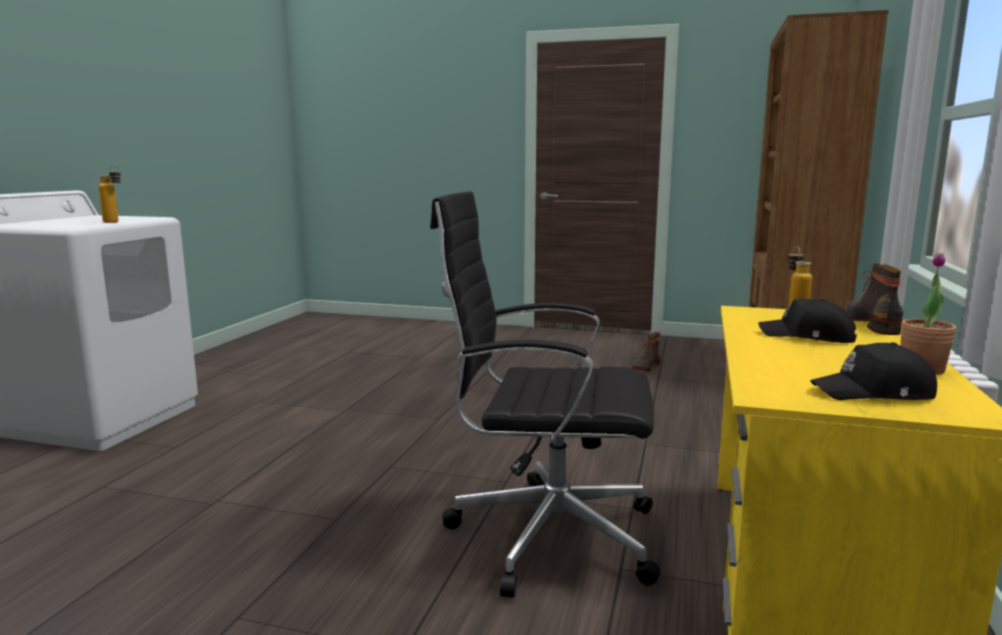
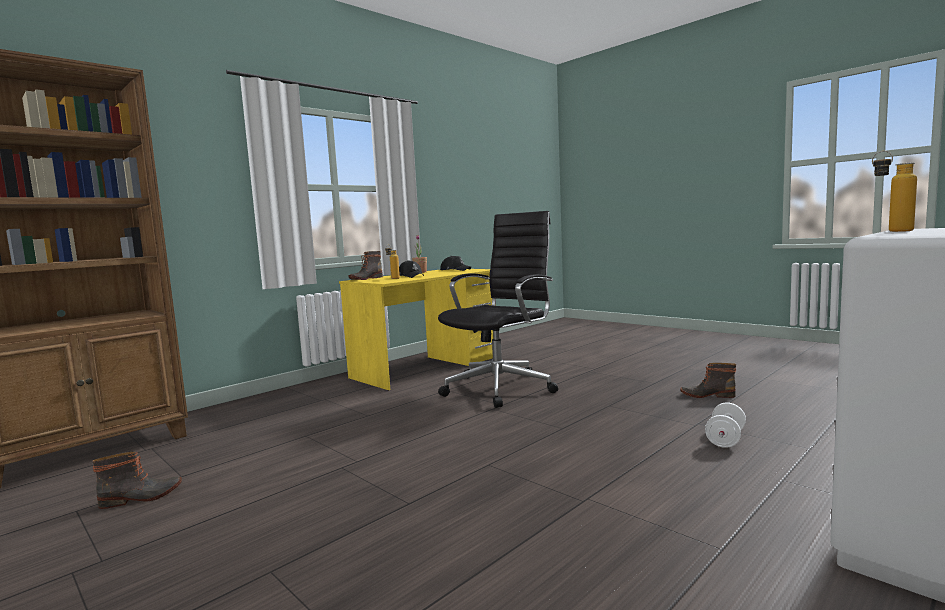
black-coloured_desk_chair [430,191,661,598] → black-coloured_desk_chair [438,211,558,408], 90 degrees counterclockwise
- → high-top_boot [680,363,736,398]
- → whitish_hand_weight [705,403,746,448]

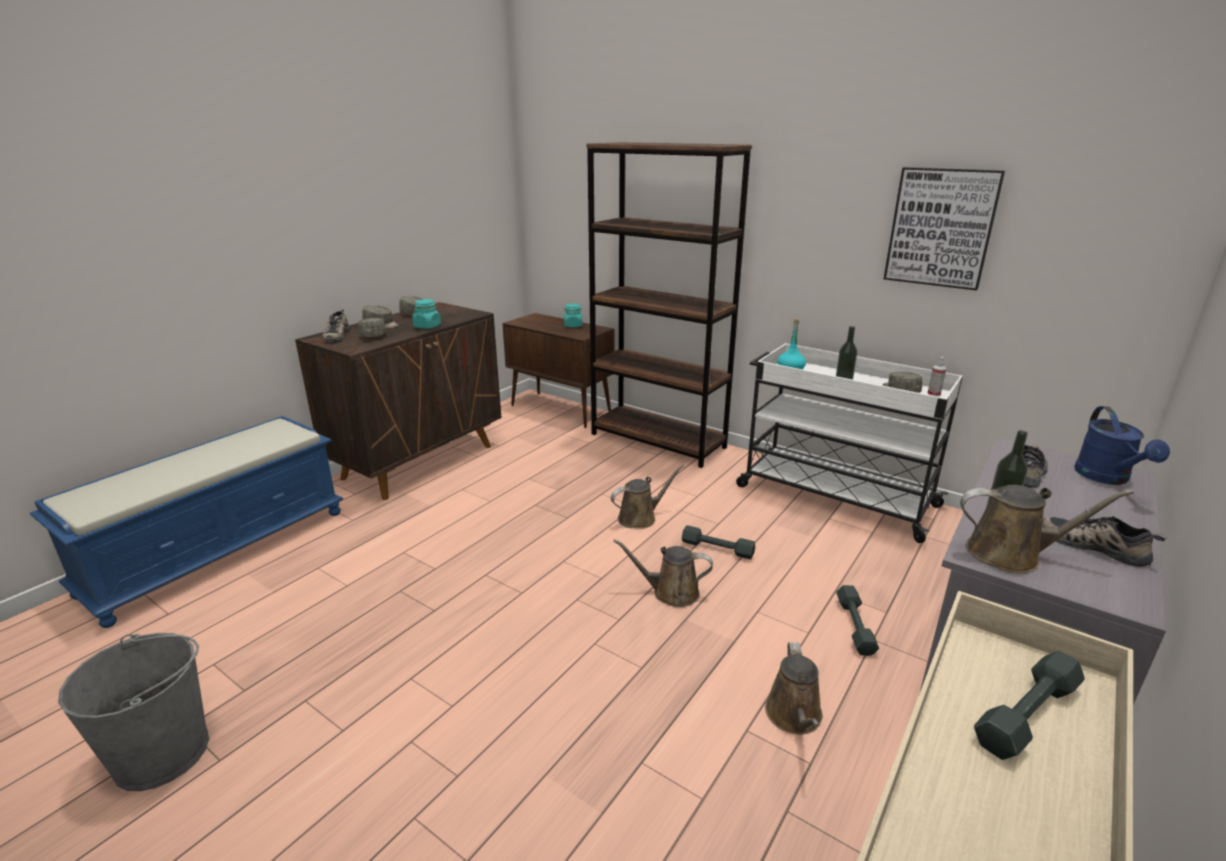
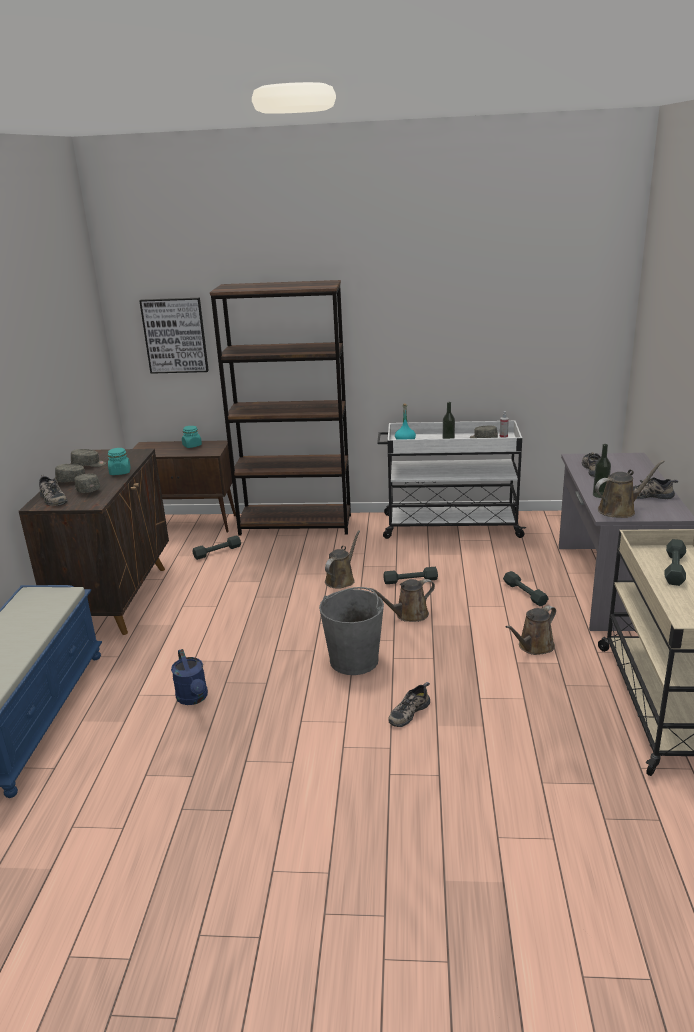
wall_picture [884,167,1005,291] → wall_picture [139,298,209,374], shifted
blue_sprinkling_can [1074,406,1170,485] → blue_sprinkling_can [171,649,208,705], shifted
- → gray_hand_weight [192,535,241,560]
gray_pail [58,633,209,791] → gray_pail [319,587,384,675], shifted
- → item_of_footwear [388,682,430,727]
brown_sprinkling_can [765,642,823,734] → brown_sprinkling_can [505,605,556,655], 75 degrees clockwise

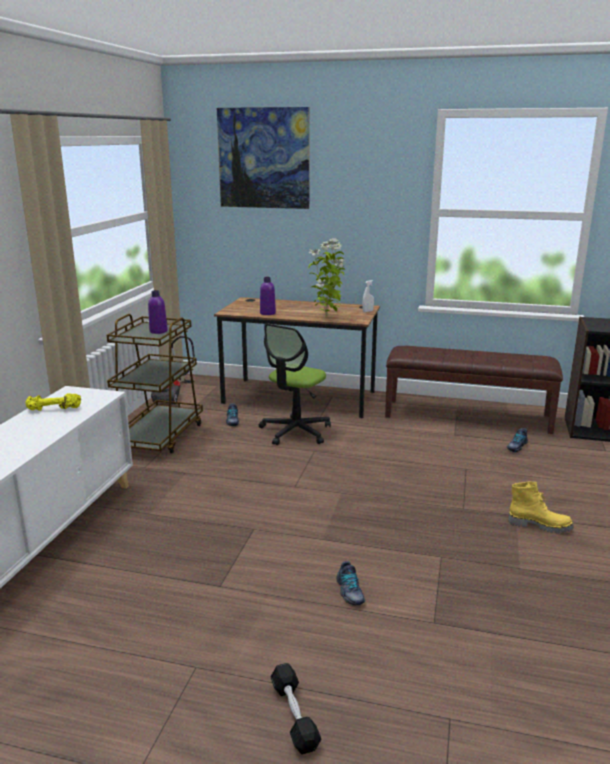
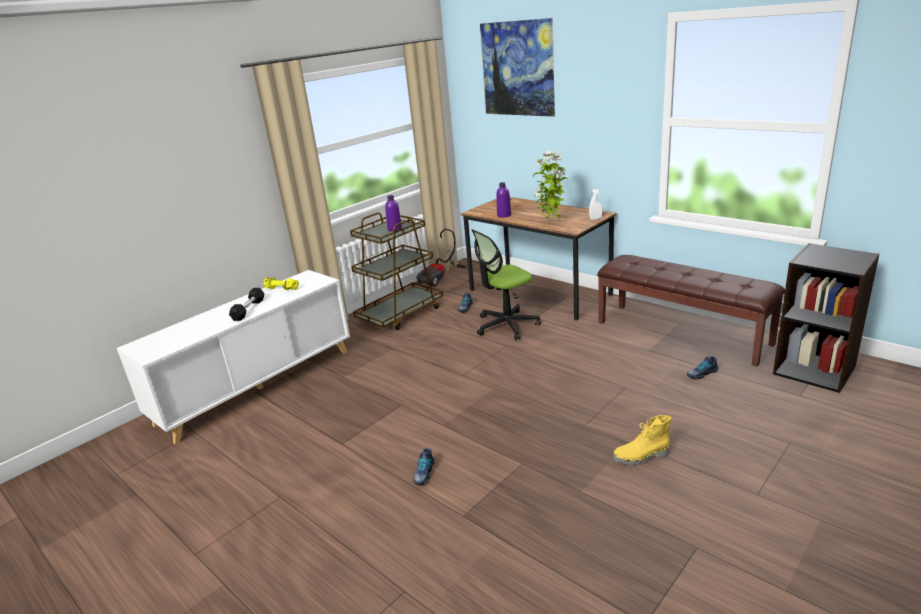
black-coloured_hand_weight [271,663,321,755] → black-coloured_hand_weight [229,288,265,321], shifted
yellowish_high-top_boot [508,482,573,533] → yellowish_high-top_boot [612,415,671,466], 120 degrees clockwise

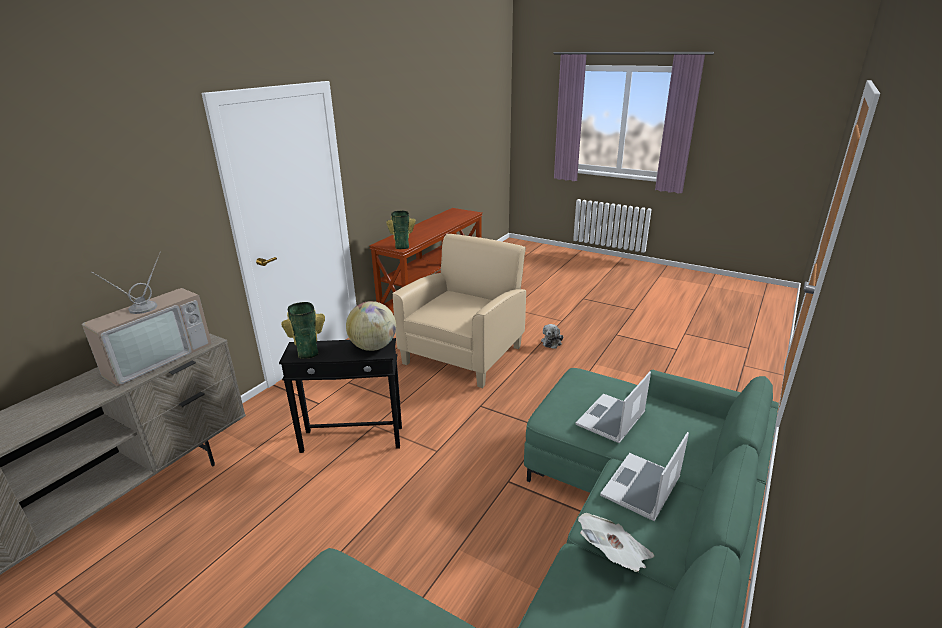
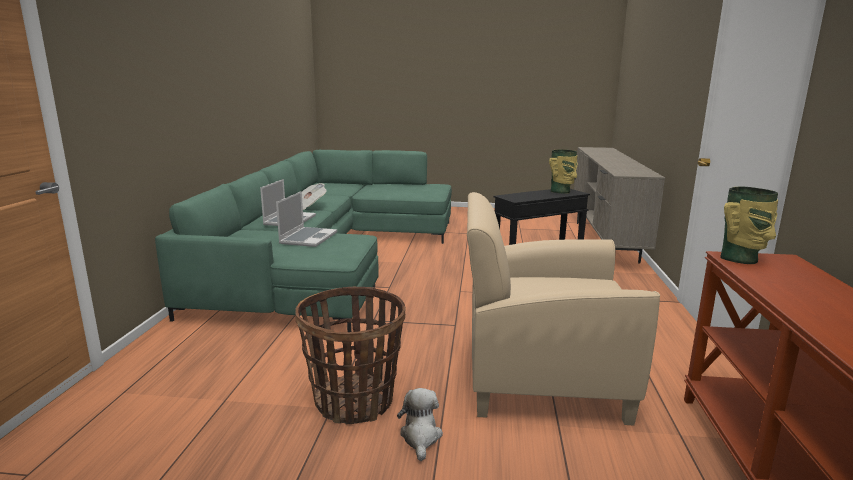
- → basket [295,287,406,424]
sand-coloured_easy_chair [392,234,526,388] → sand-coloured_easy_chair [467,192,660,425], 90 degrees clockwise
TV_set [82,251,212,387] → -
desk_globe [346,301,396,351] → -

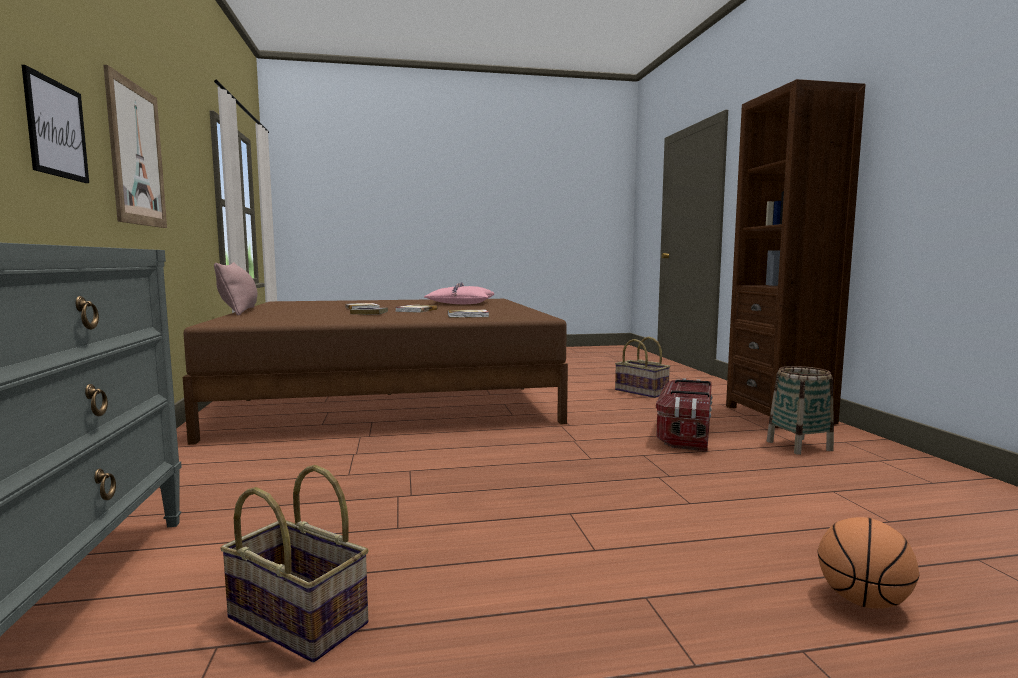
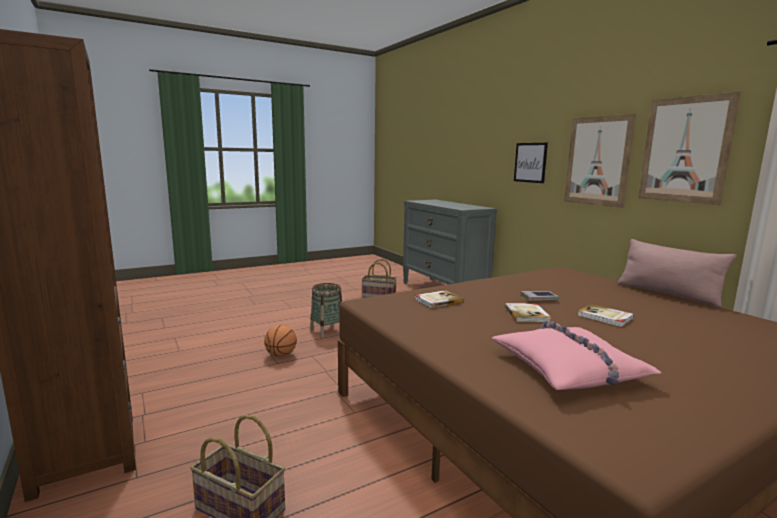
ball_for_basketball [818,517,919,609] → ball_for_basketball [264,325,297,357], shifted
basket [767,366,834,455] → basket [310,283,342,338], shifted
- → wall_picture [638,91,741,205]
storage_container [656,378,713,451] → -

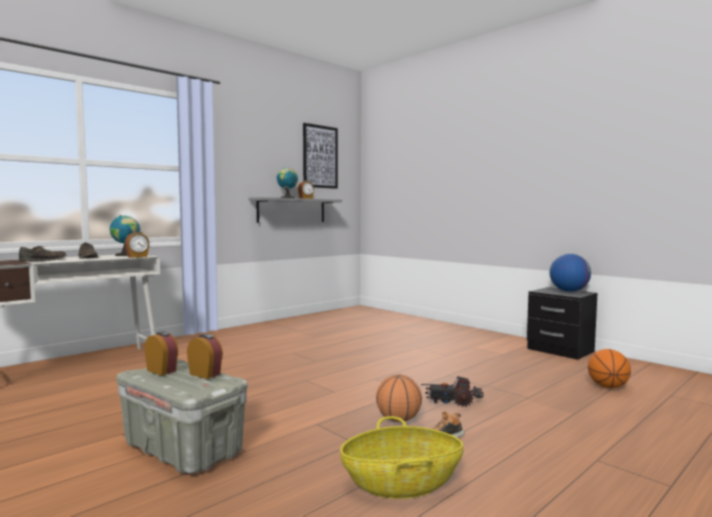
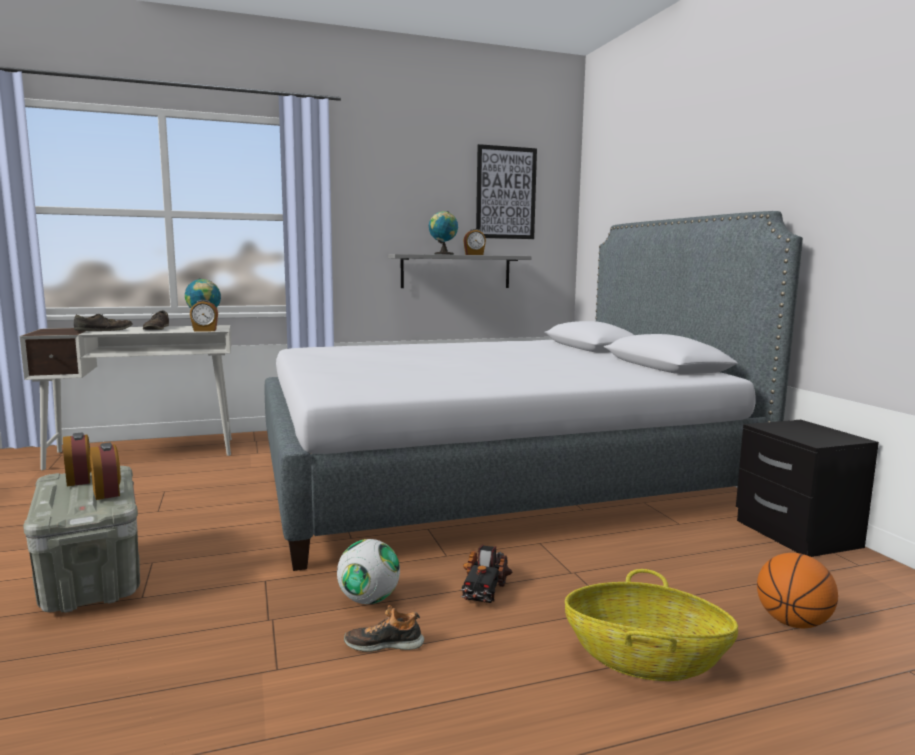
- → gray_bed [264,211,803,571]
ball_for_basketball [376,375,422,422] → football [337,539,400,604]
toy_lorry [421,376,484,407] → toy_lorry [461,545,512,603], 105 degrees counterclockwise
basket [340,416,464,499] → basket [565,569,738,681], shifted
desk_globe [550,254,591,292] → -

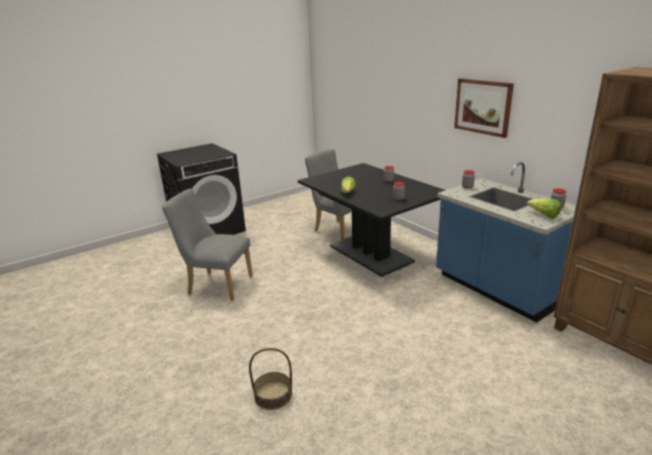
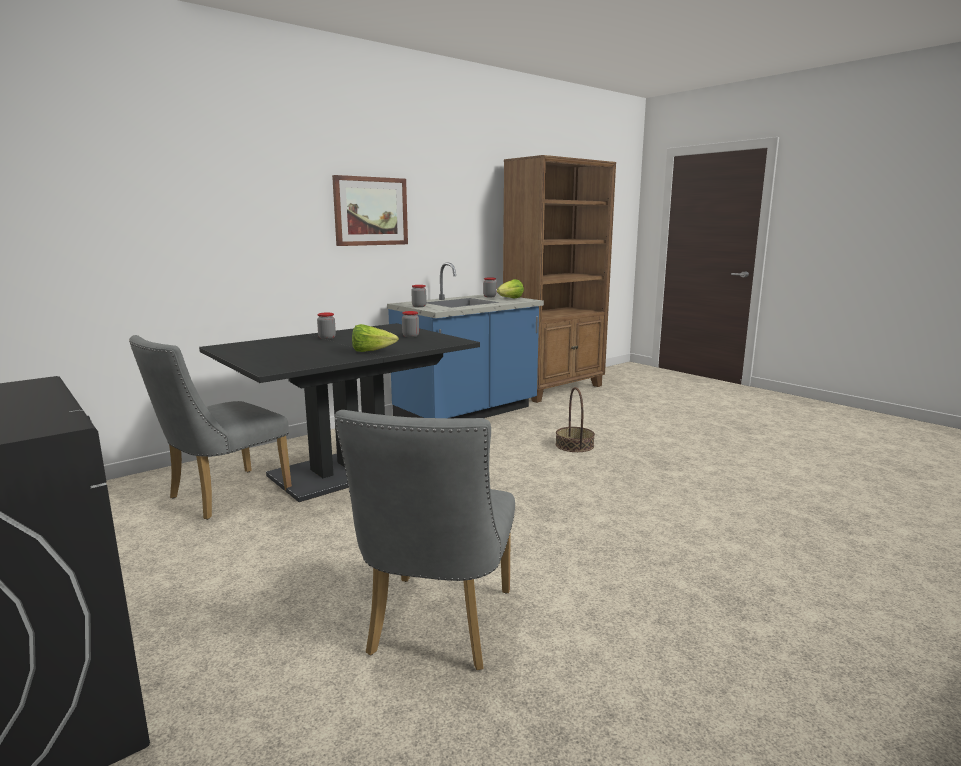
basket [249,348,292,410] → basket [555,387,595,452], shifted

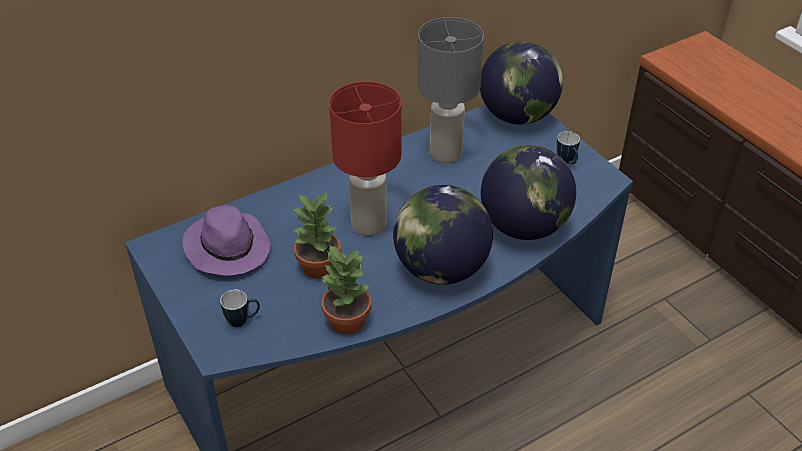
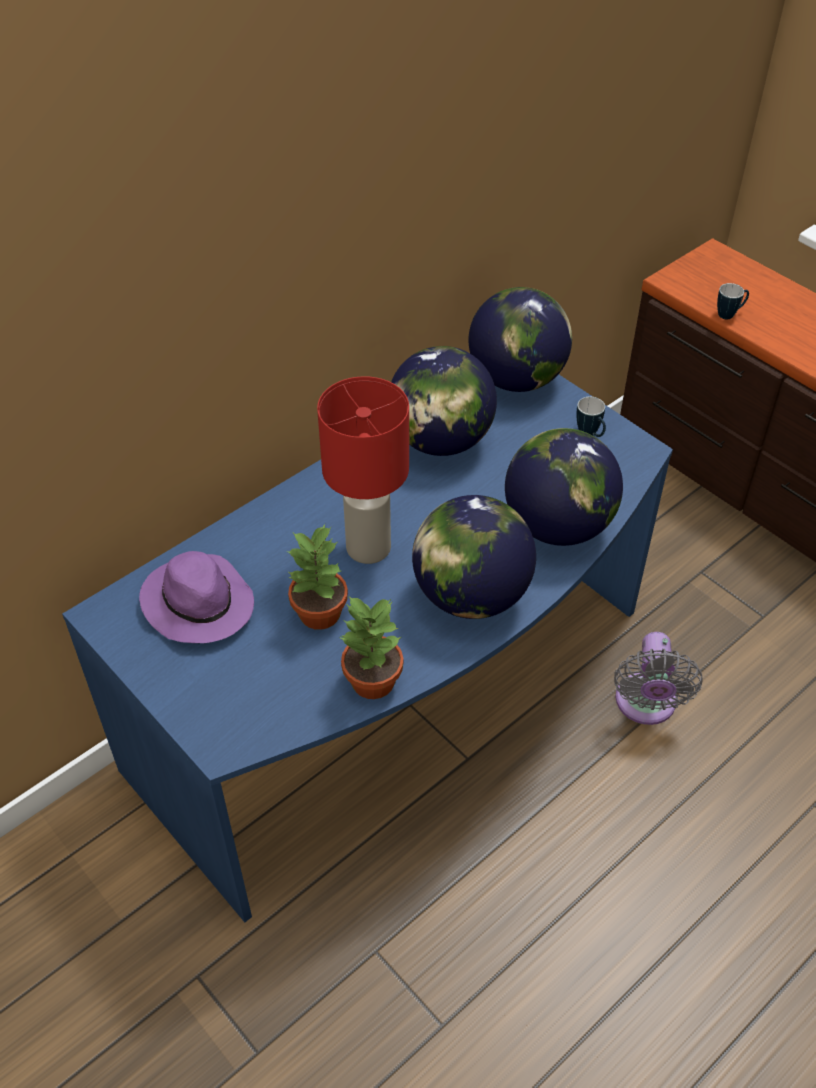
gray_tabletop_lamp [417,17,484,163] → desk_globe [391,346,497,456]
- → gray_fan [614,632,703,725]
mug [220,290,260,327] → mug [717,283,749,319], shifted

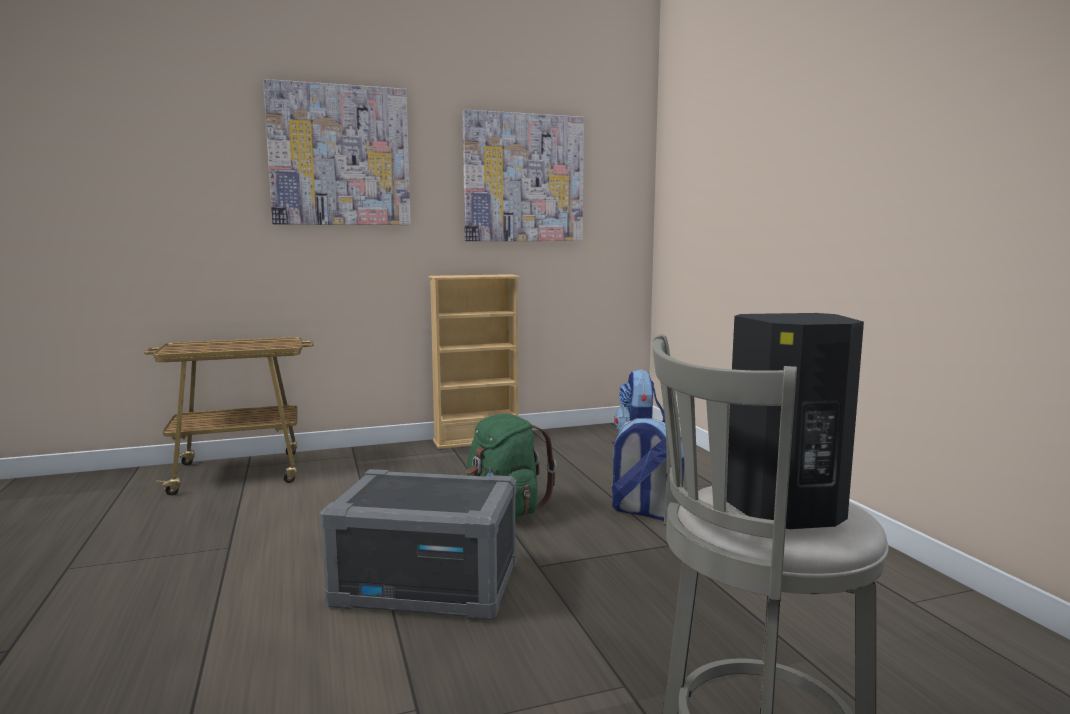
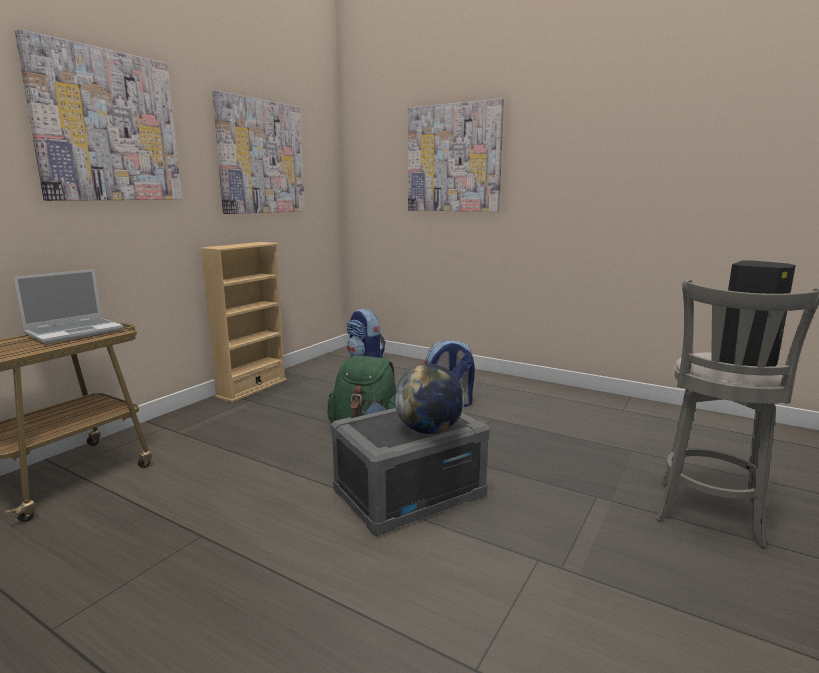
- → laptop [14,269,123,344]
- → desk_globe [394,364,464,434]
- → wall_picture [408,99,504,212]

